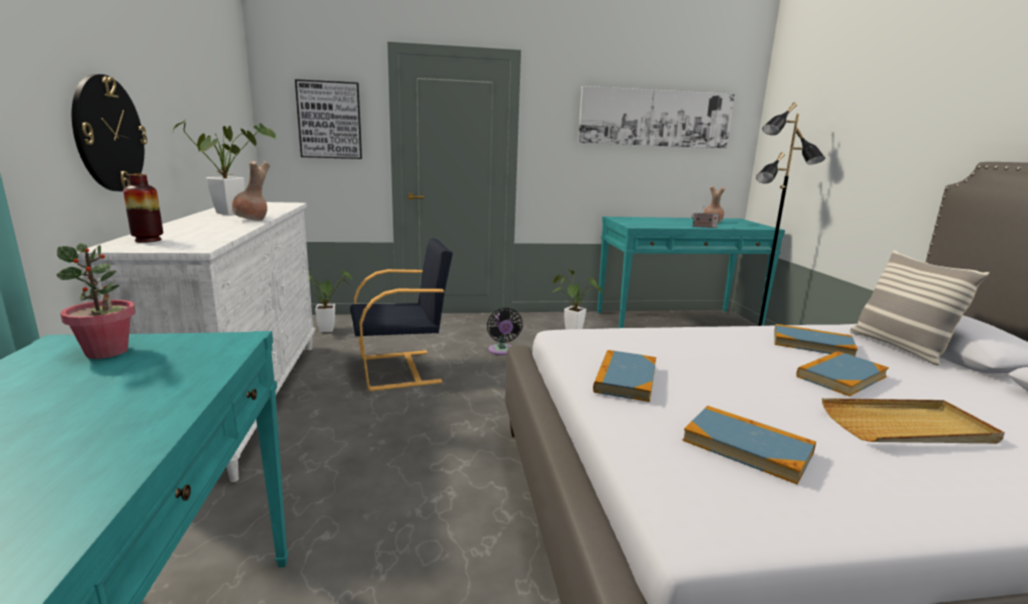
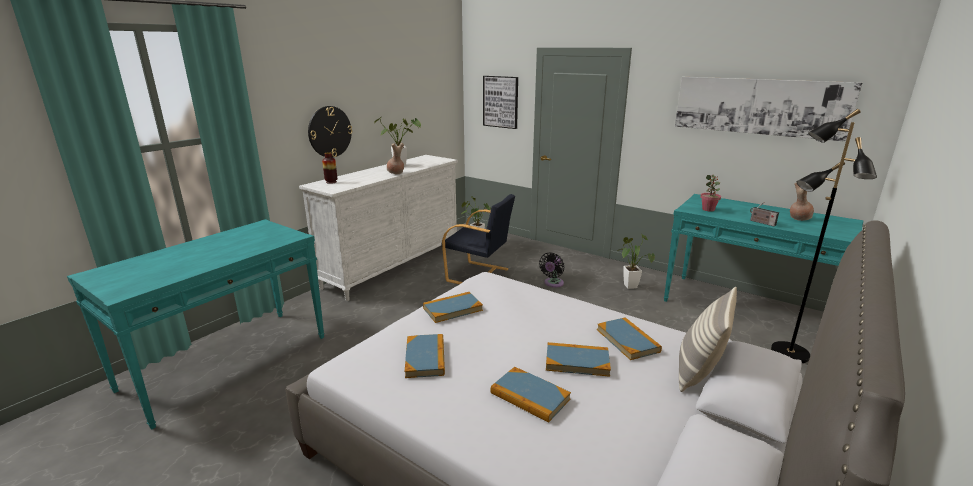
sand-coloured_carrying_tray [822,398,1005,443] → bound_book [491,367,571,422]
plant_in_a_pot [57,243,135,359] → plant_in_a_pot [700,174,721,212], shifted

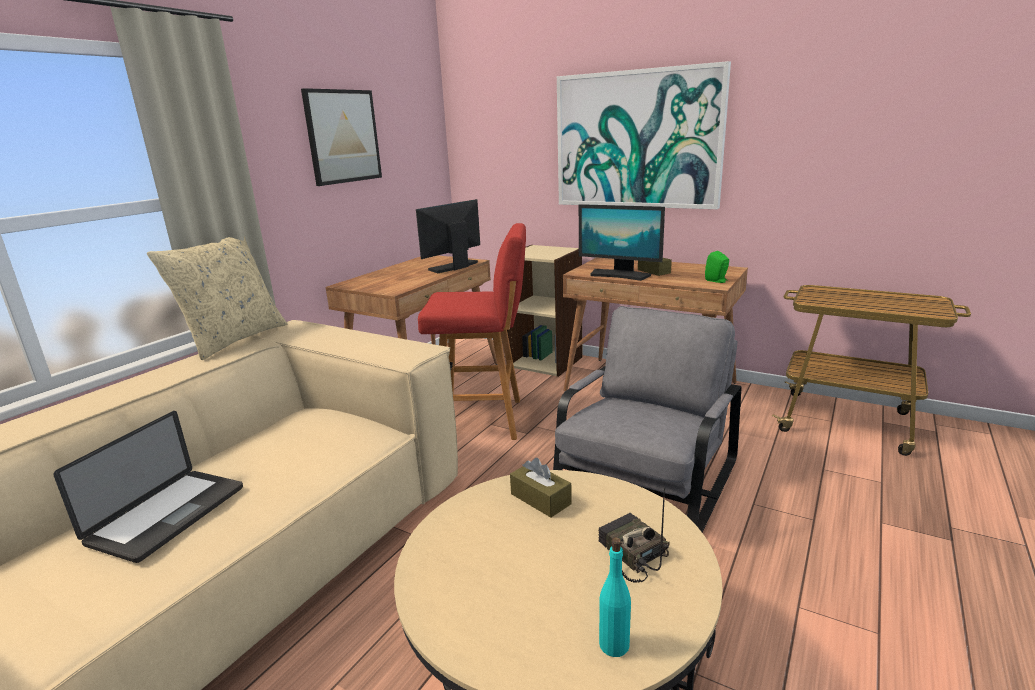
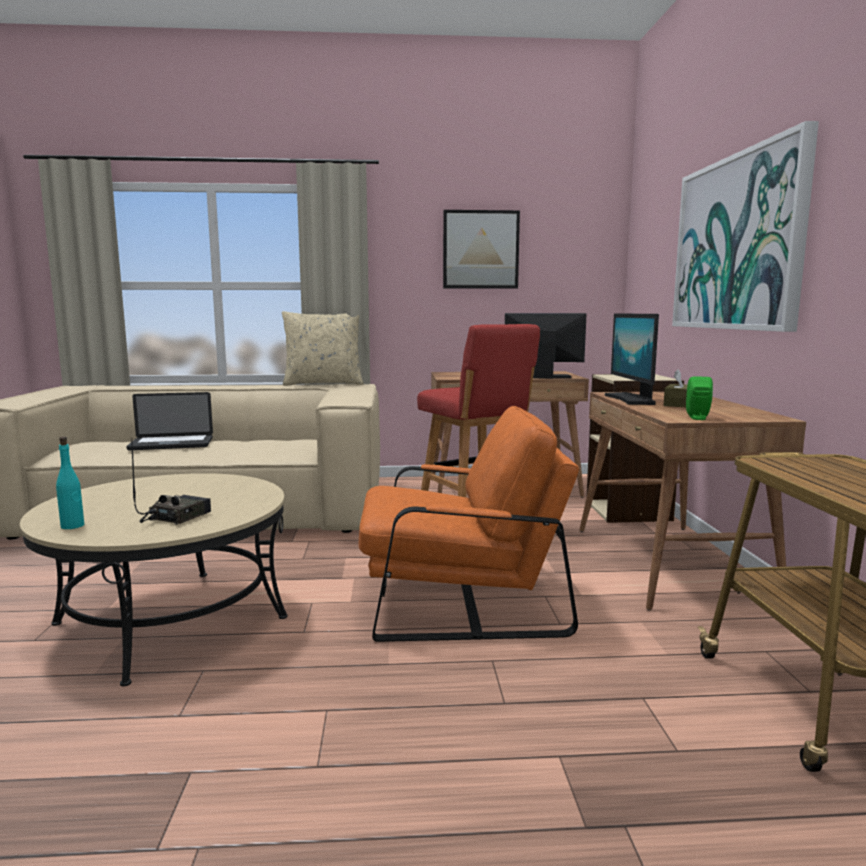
gray_easy_chair [553,306,742,532] → orange-coloured_easy_chair [358,406,579,642]
brown_tissue_holder [510,458,572,518] → -

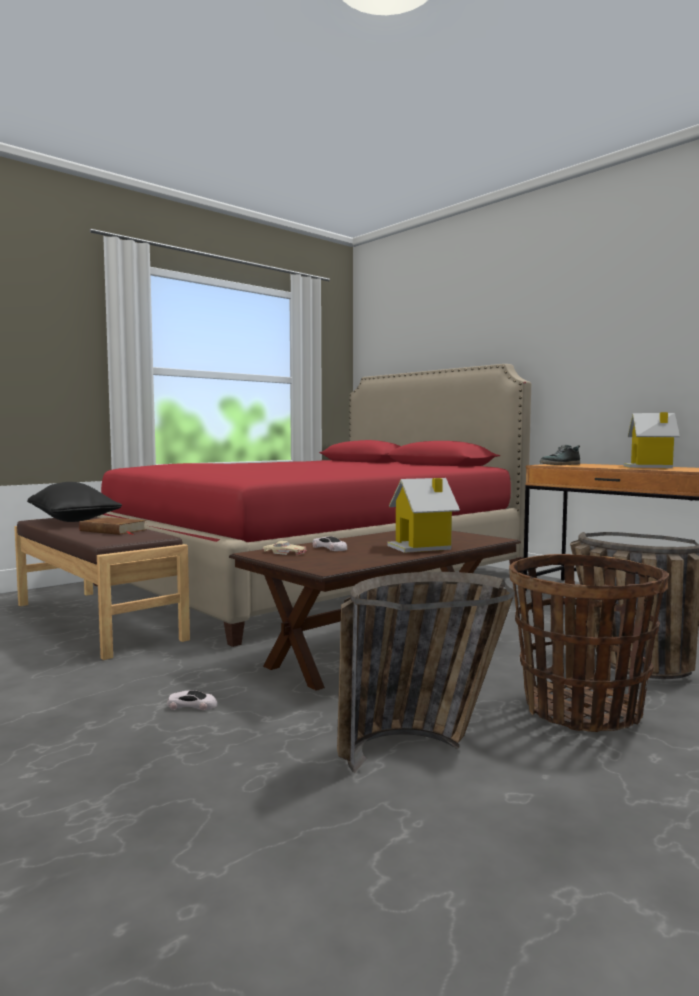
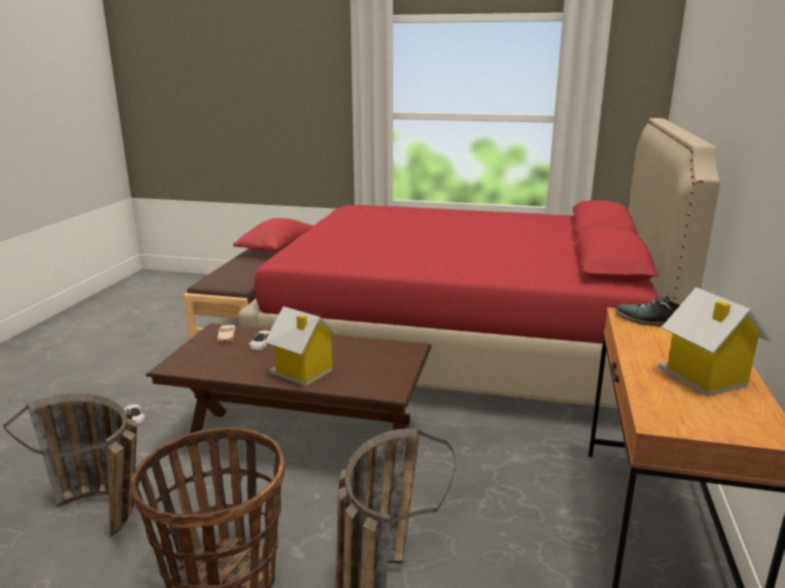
black-coloured_pillow [27,482,122,522] → red_pillow [233,218,314,252]
brown_bound_book [79,517,147,535] → -

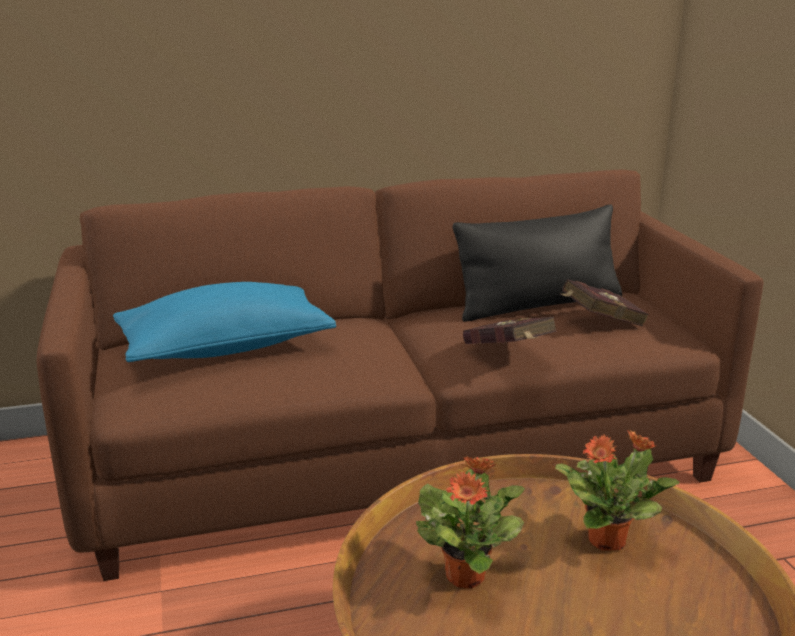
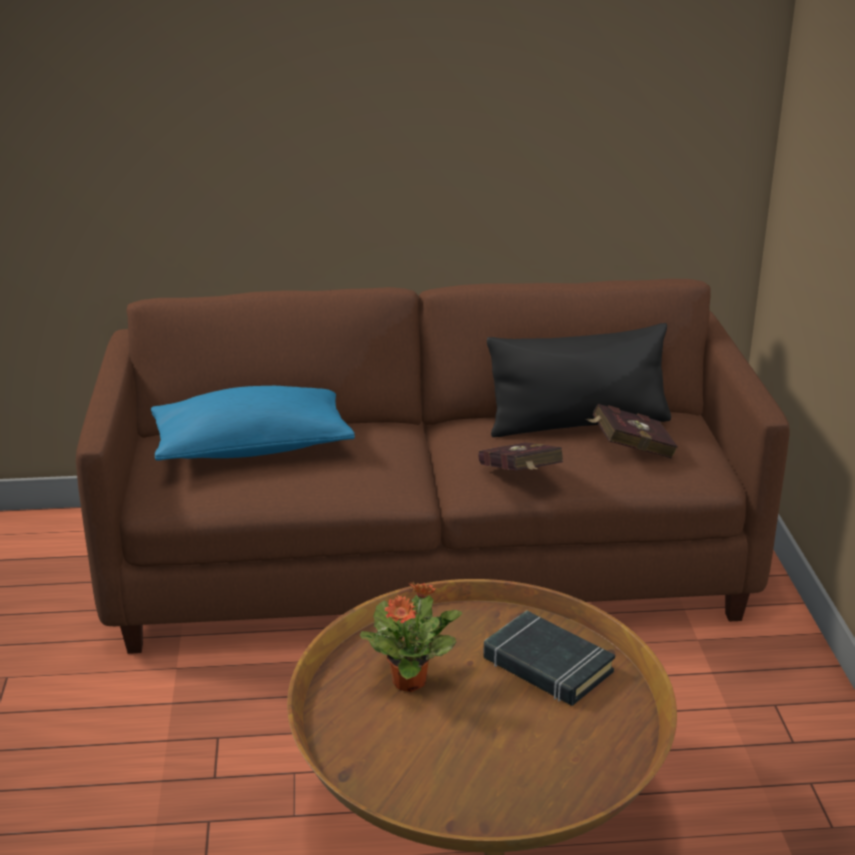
plant_in_a_pot [555,430,679,551] → black-coloured_bound_book [483,610,615,706]

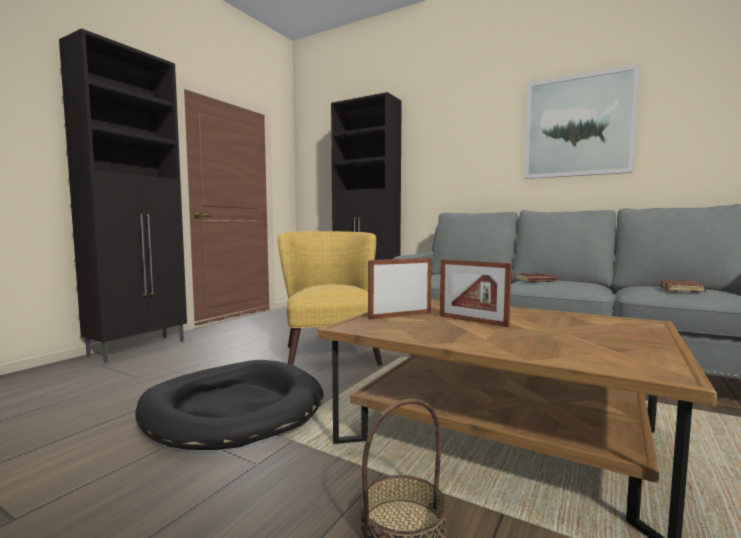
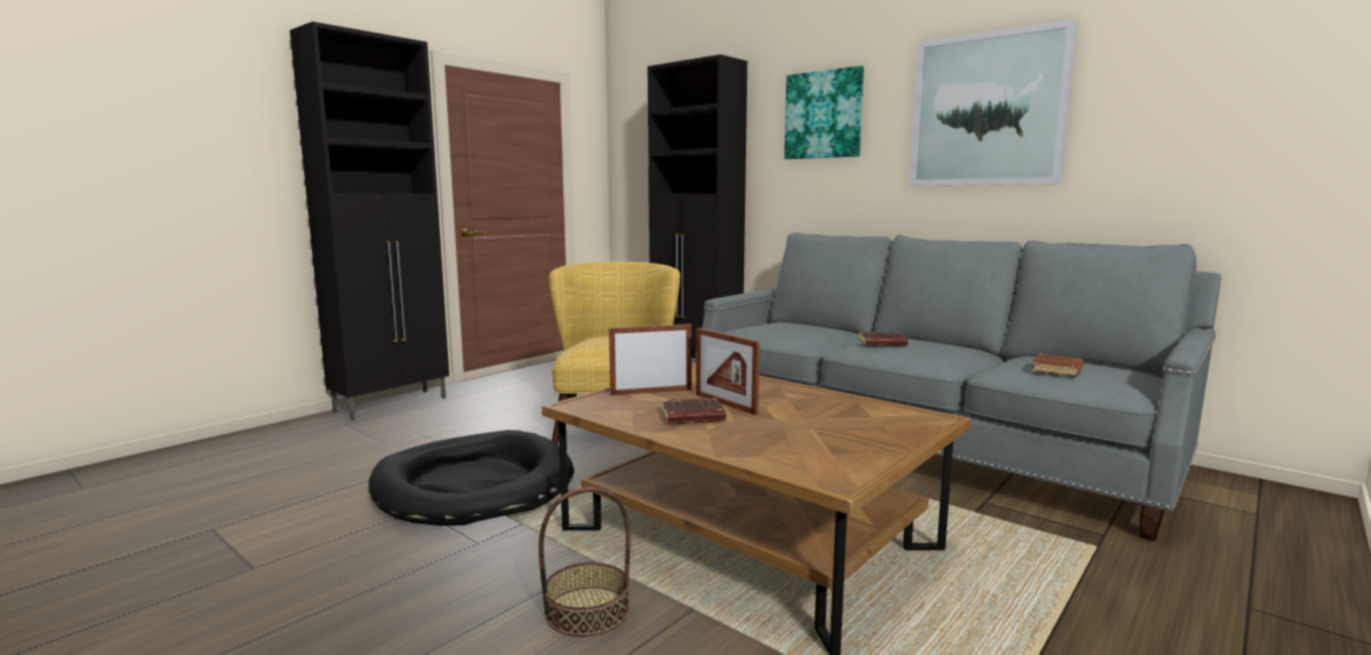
- → brown_bound_book [661,397,726,424]
- → wall_picture [784,66,864,159]

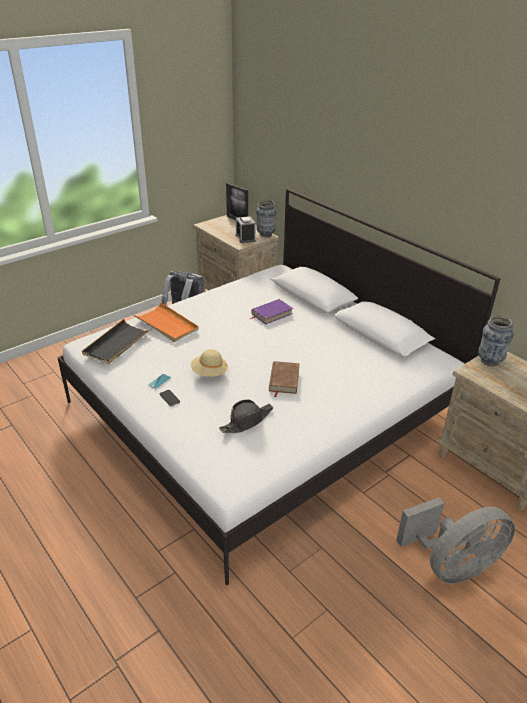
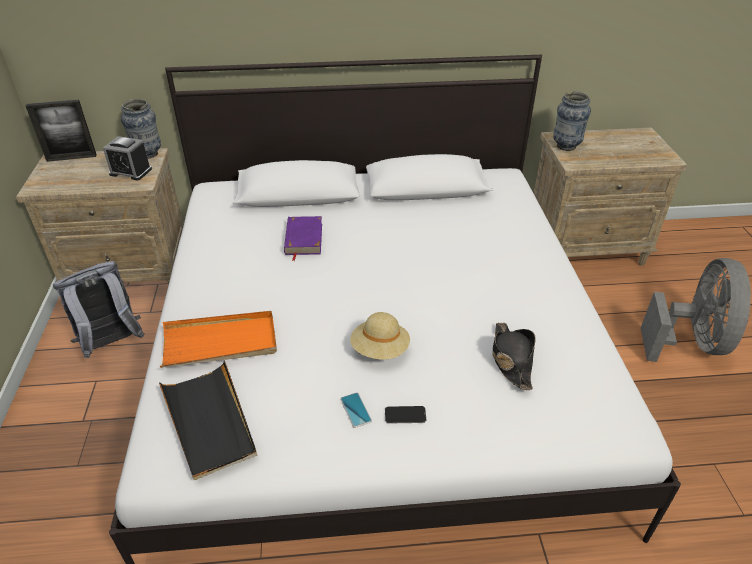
brown_bound_book [269,361,300,397] → -

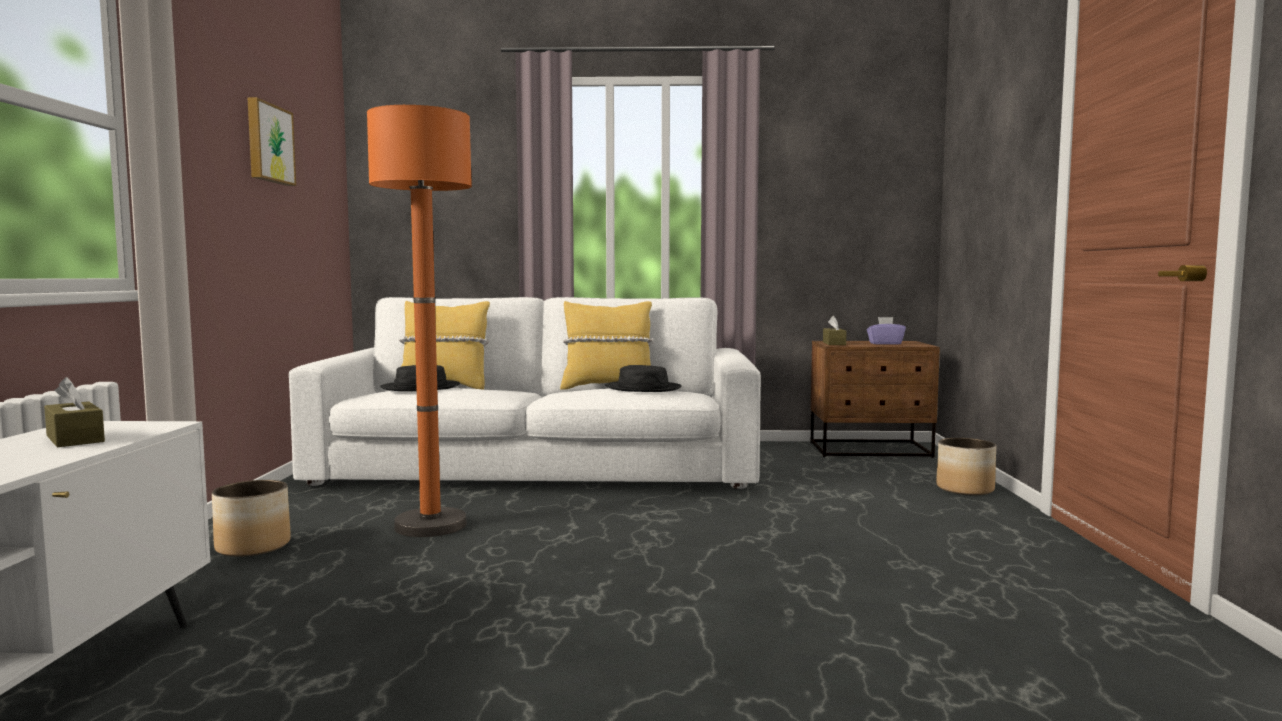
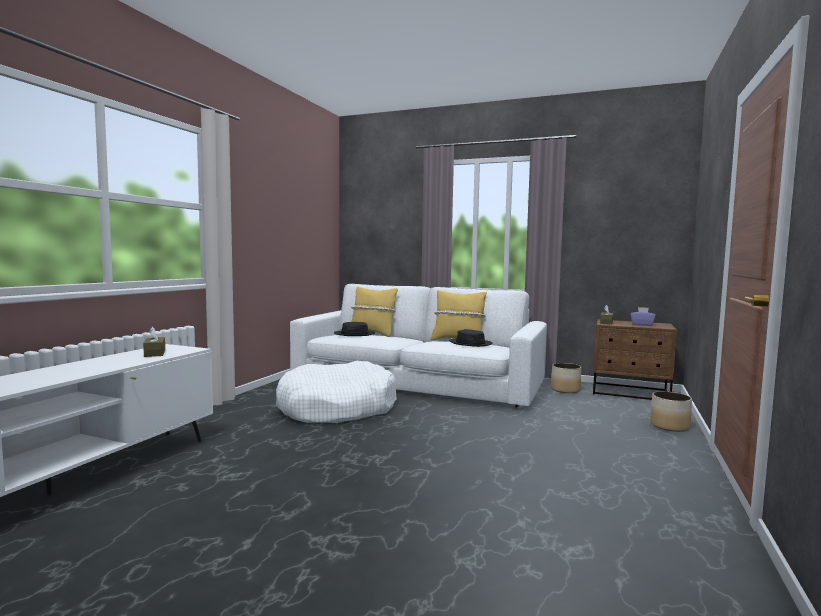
orange-coloured_standard_lamp [367,105,472,537] → whitish_dog_cushion [276,361,397,423]
flower_pot [212,480,291,557] → flower_pot [551,363,581,393], shifted
wall_picture [247,97,296,186] → -

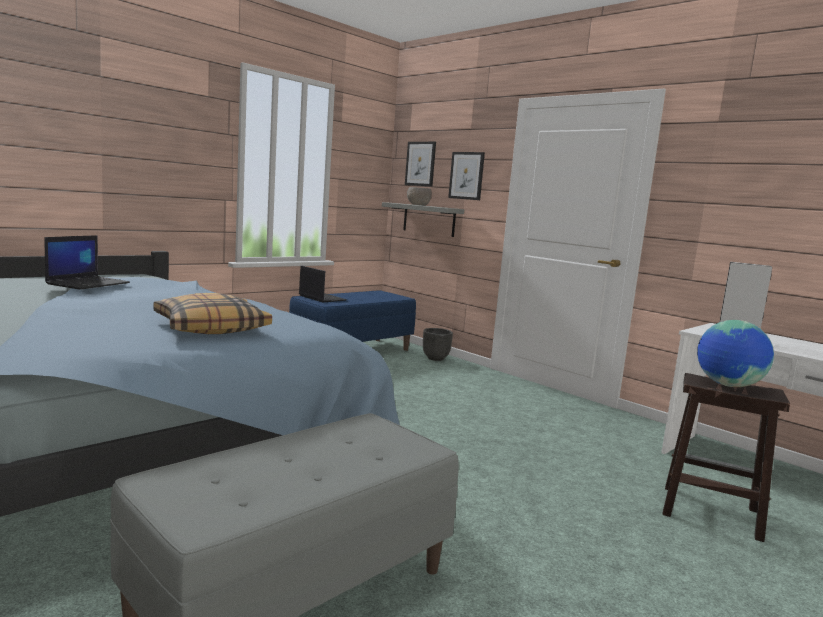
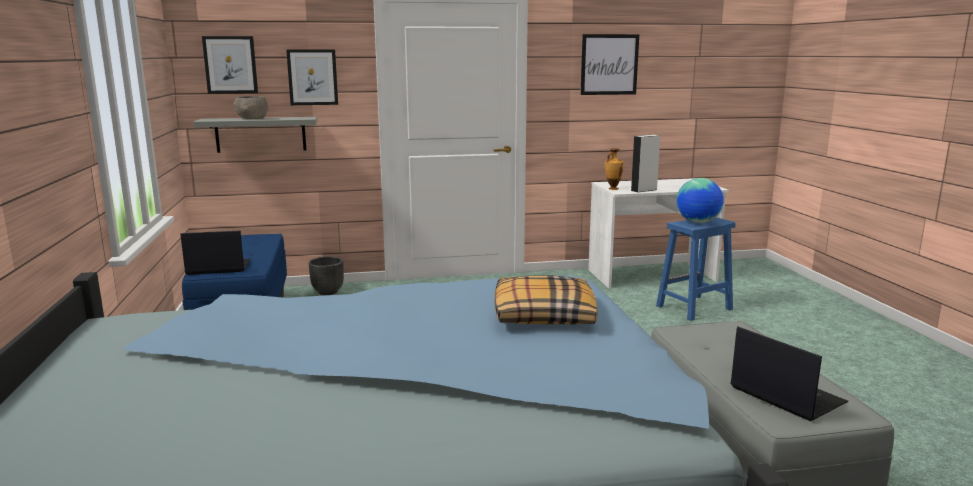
- → wall_picture [580,34,639,95]
- → decorative_vase [605,148,624,190]
brown_sitting_stool [662,373,790,542] → blue_sitting_stool [656,217,736,321]
laptop [44,235,130,290] → laptop [731,326,848,421], shifted

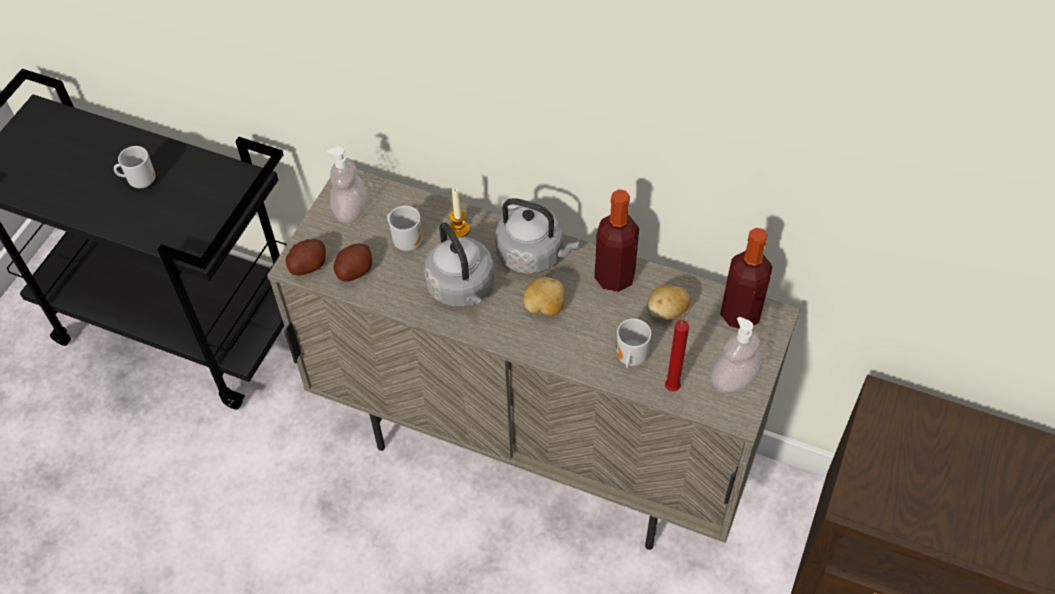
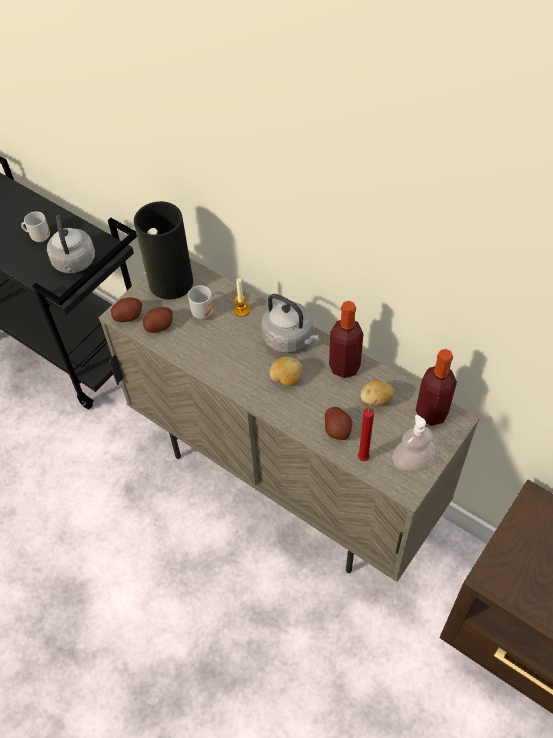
gray_kettle [424,222,494,307] → gray_kettle [47,215,95,273], shifted
soap_bottle [327,146,367,223] → decorative_vase [134,201,193,300]
mug [616,319,651,368] → whole_potato [325,407,352,440]

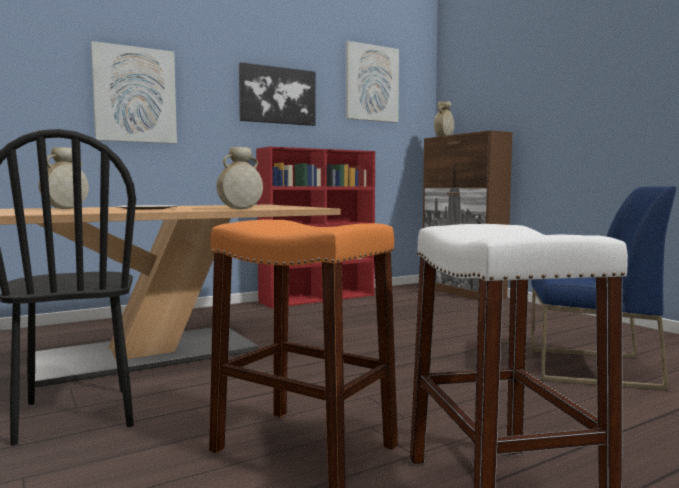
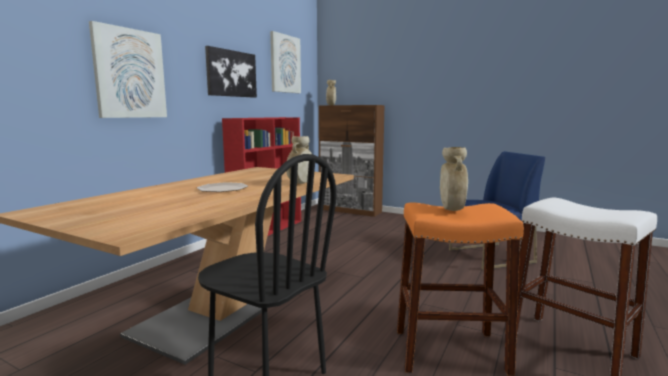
sand-coloured_decorative_vase [39,147,89,209] → sand-coloured_decorative_vase [440,147,468,211], shifted

